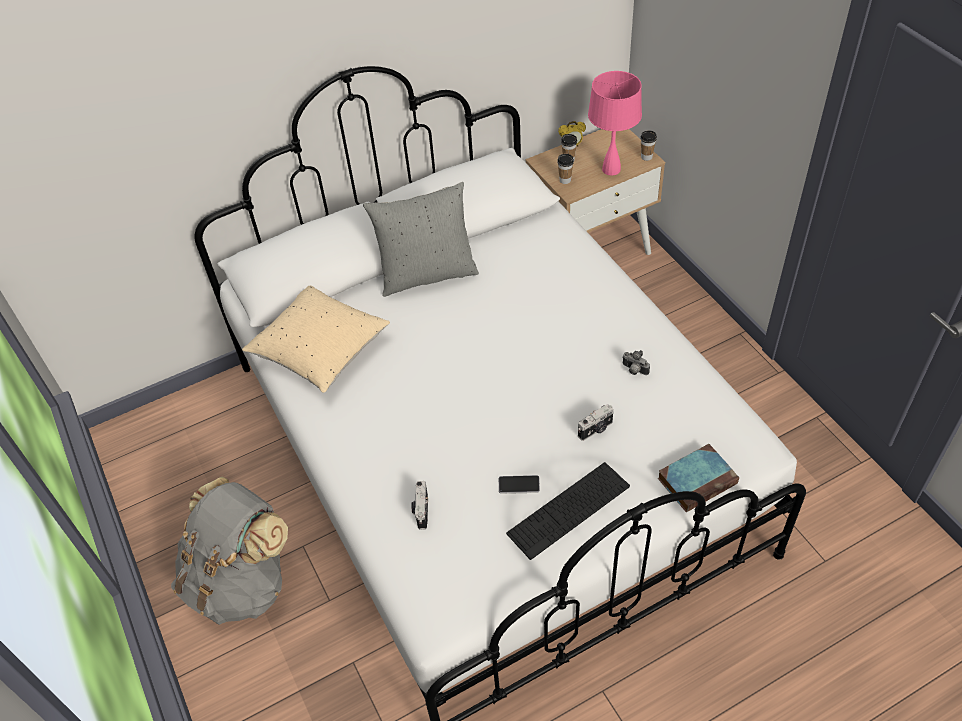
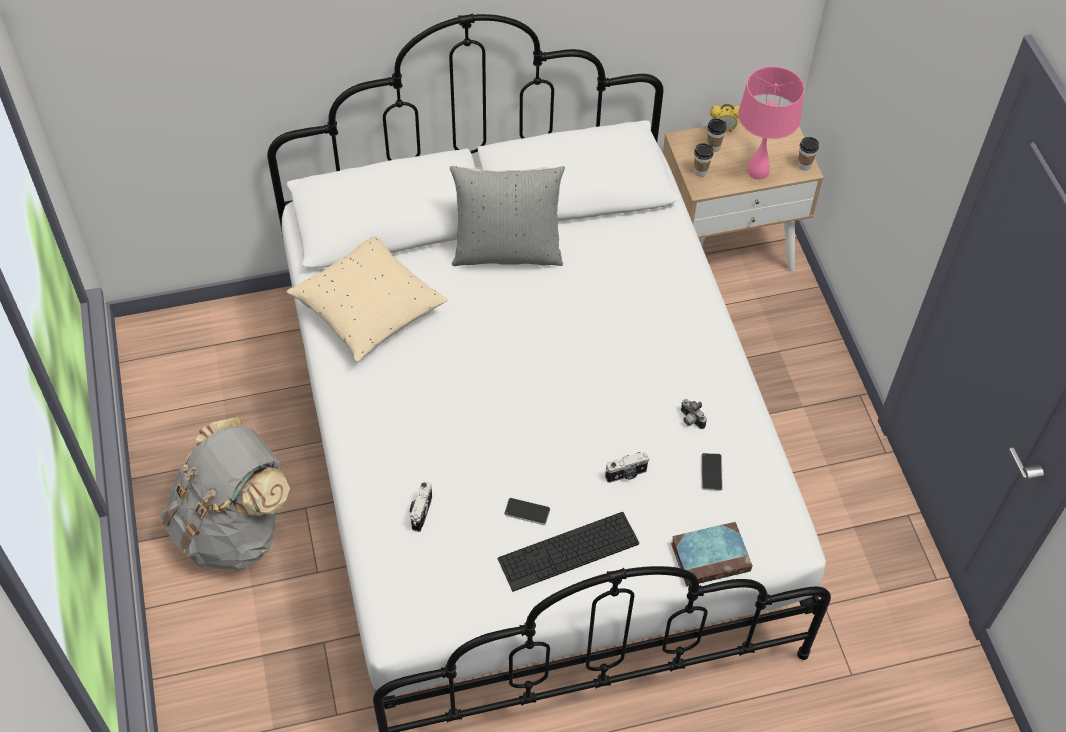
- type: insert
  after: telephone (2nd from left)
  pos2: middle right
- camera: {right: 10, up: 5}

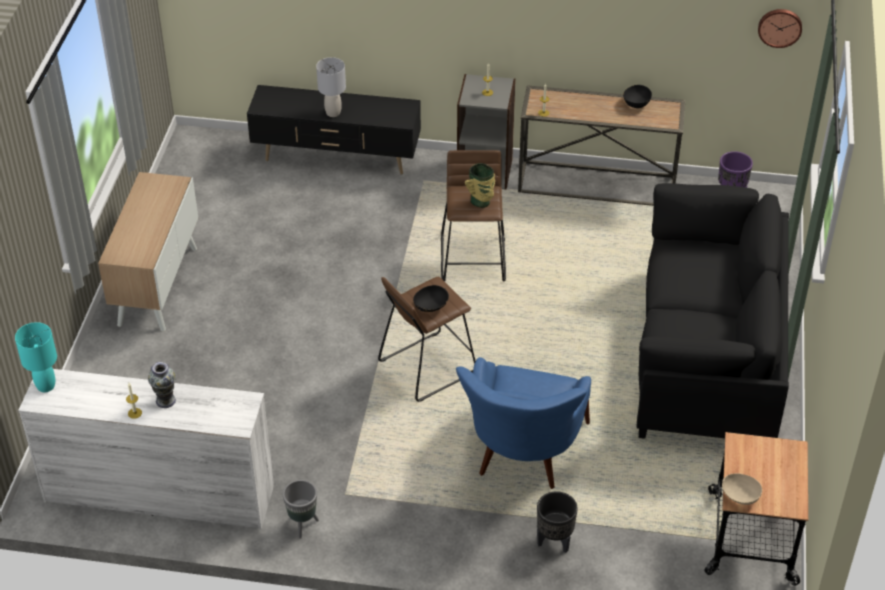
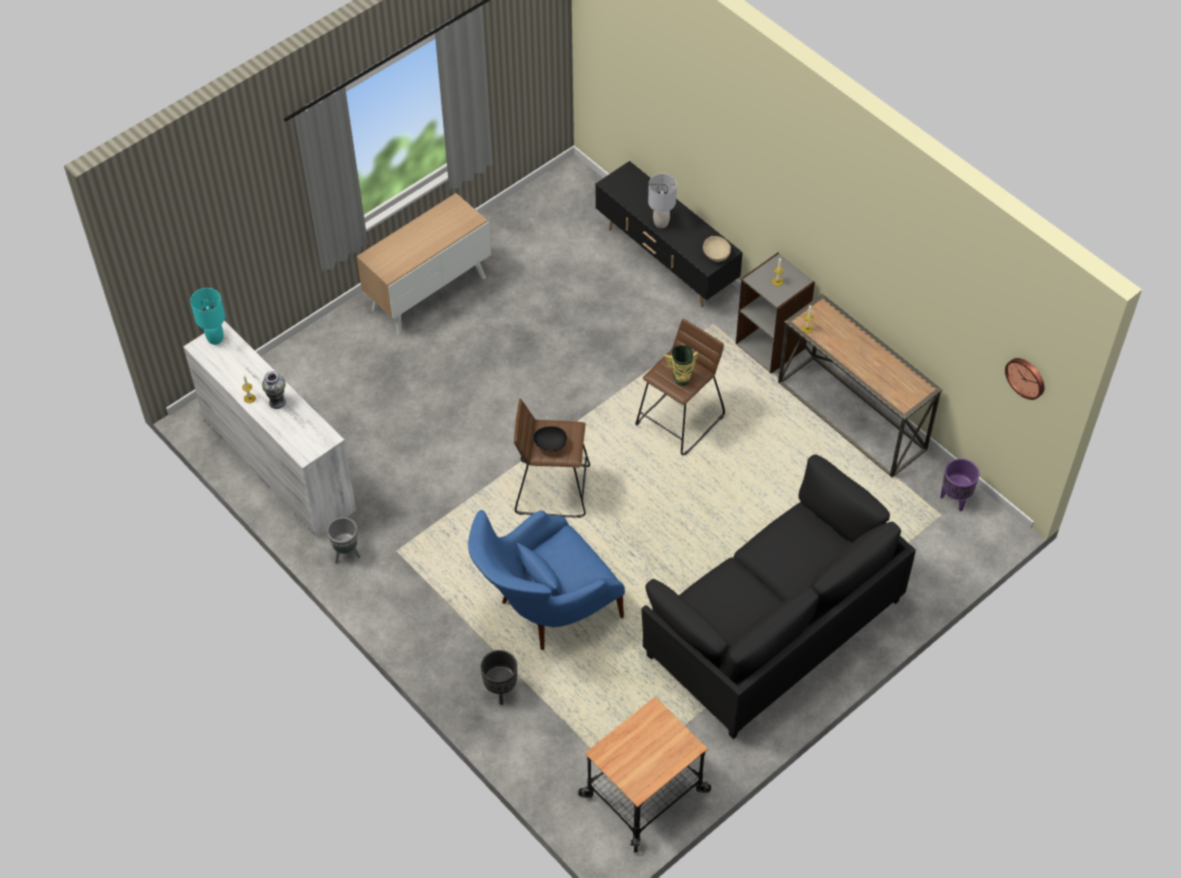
- type: move
  before: serving bowl (sand-coloured)
  pos1: bottom right
  pos2: top centre
- type: delete
  before: serving bowl (black-coloured) (2nd from left)
  pos1: top right
- camera: {right: 40, up: 10}

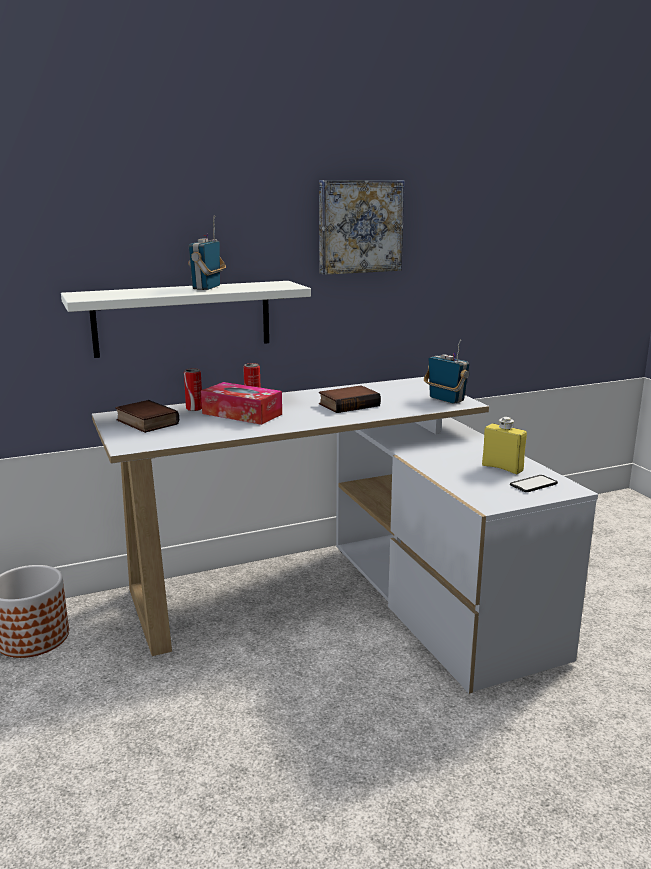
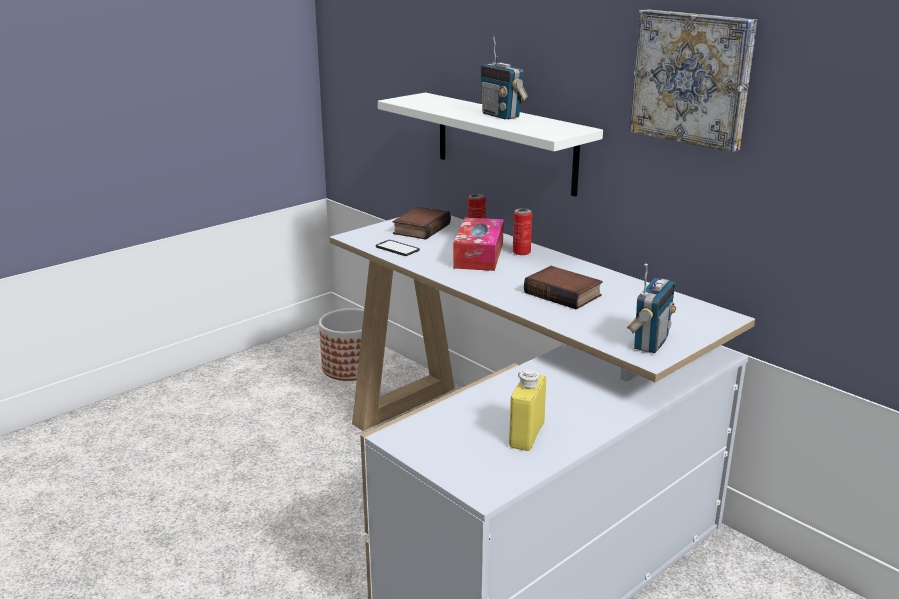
- type: move
  before: telephone
  pos1: middle right
  pos2: centre
- type: rotate
  before: radio receiver (1st from left)
  pos1: top left
  pos2: top centre
  turn: -120
- camera: {right: 70, up: 5}

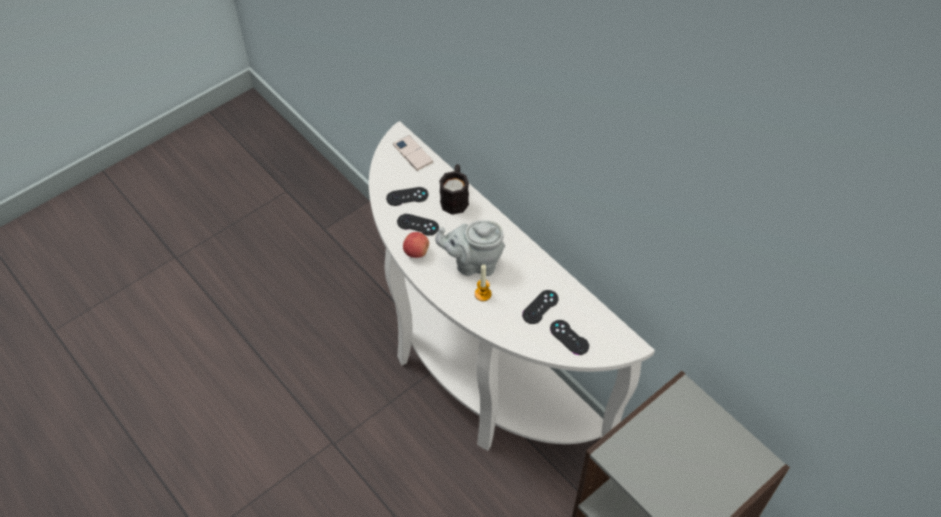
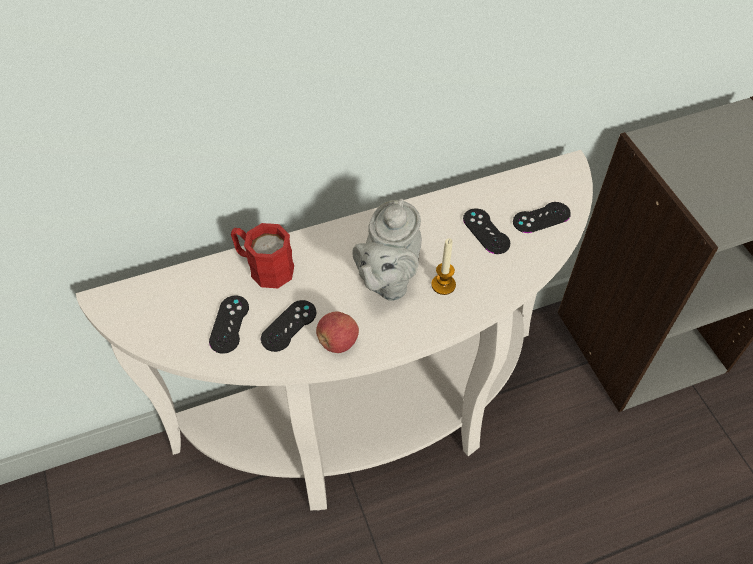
- type: recolor
  before: tea mug (black-coloured)
  after: tea mug (red)
  pos1: centre
  pos2: centre
- type: delete
  before: telephone
  pos1: top centre
- camera: {right: -70, up: 0}

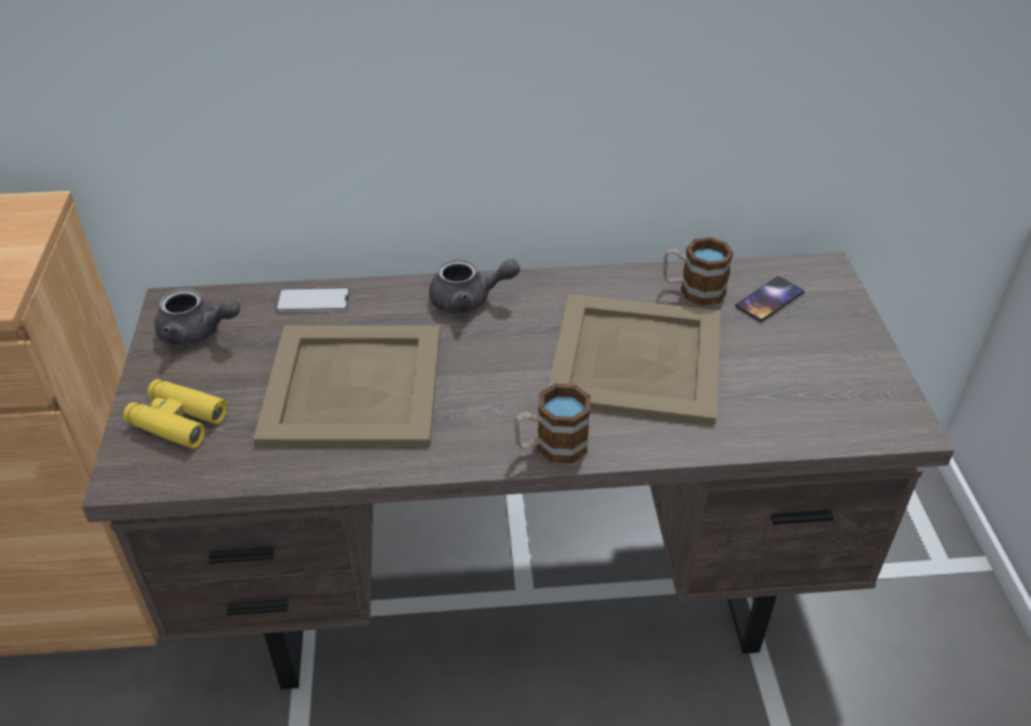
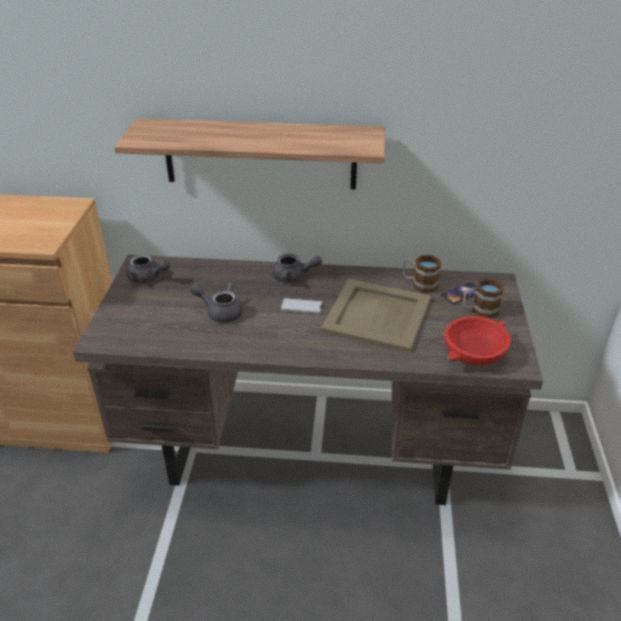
- type: insert
  after: bracket shelf
  pos2: top centre
- type: replace
  before: tray (sand-coloured) (1st from left)
  after: teapot (greyish) (2nd from left)
  pos1: centre
  pos2: centre
- type: move
  before: telephone (1st from left)
  pos1: middle left
  pos2: centre
- type: insert
  after: serving bowl (red)
  pos2: middle right
- type: move
  before: tea mug (1st from left in the first image)
  after: tea mug (2nd from left)
  pos1: centre
  pos2: middle right
- type: delete
  before: pair of binoculars (yellowish)
  pos1: middle left
- camera: {right: 10, up: -5}

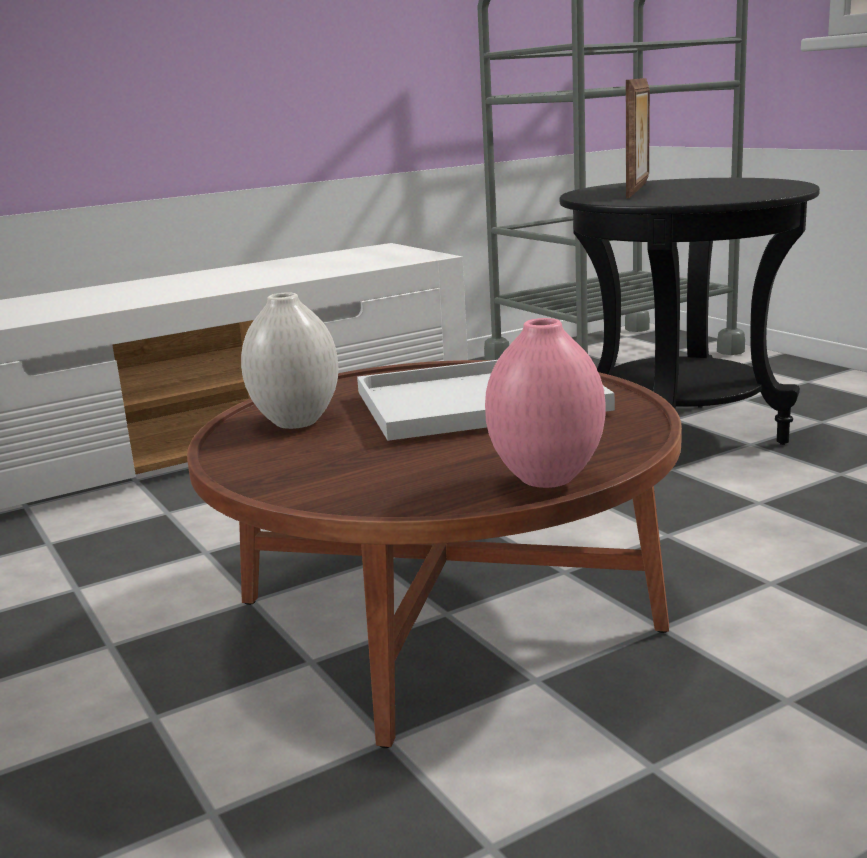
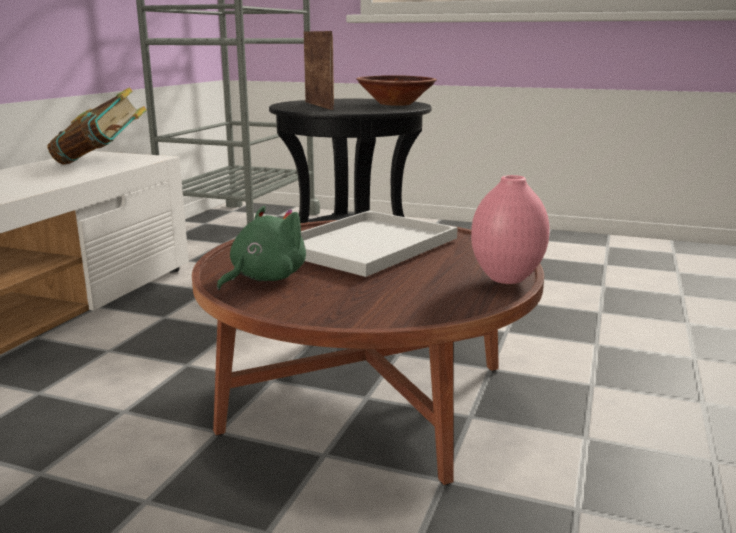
- type: insert
  after: book
  pos2: top left
- type: replace
  before: flower vase (white)
  after: plush toy (green-coloured)
  pos1: centre
  pos2: centre
- type: insert
  after: serving bowl (brownish)
  pos2: top centre
- camera: {right: -40, up: 0}

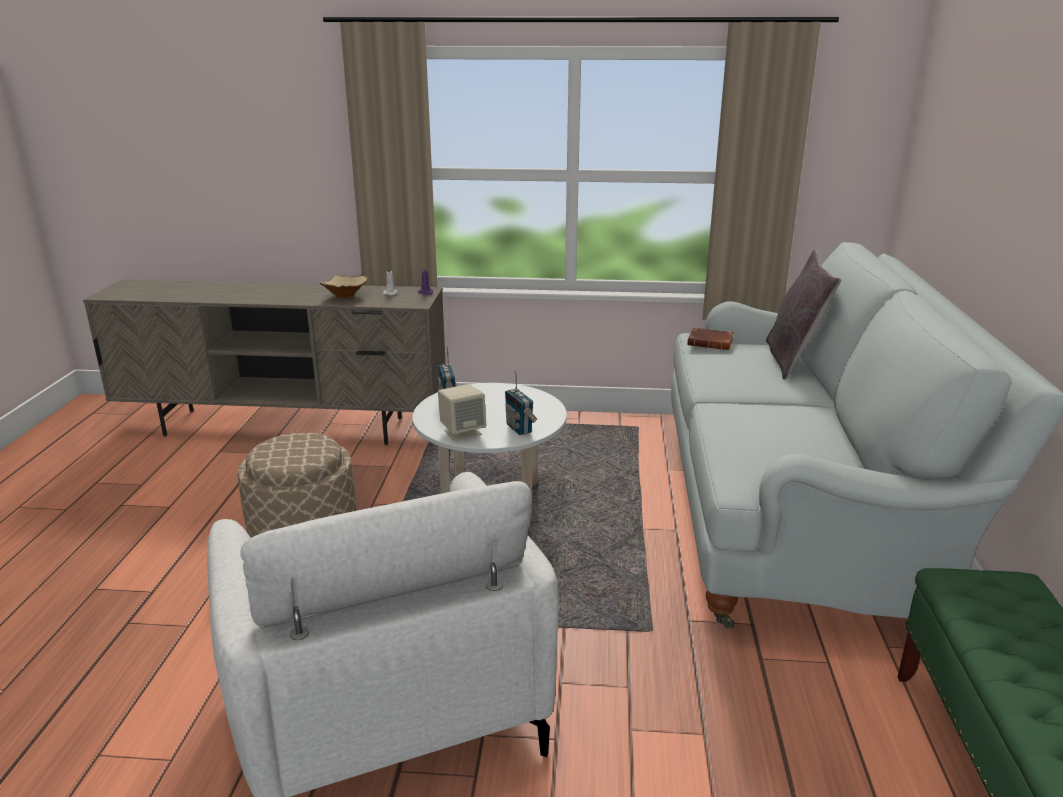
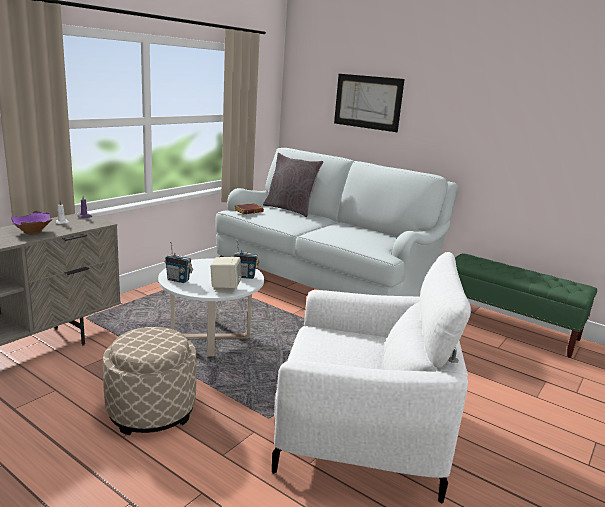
- type: recolor
  before: serving bowl (sand-coloured)
  after: serving bowl (purplish)
  pos1: middle left
  pos2: middle left
- type: insert
  after: wall art
  pos2: top centre
- camera: {right: -60, up: -5}

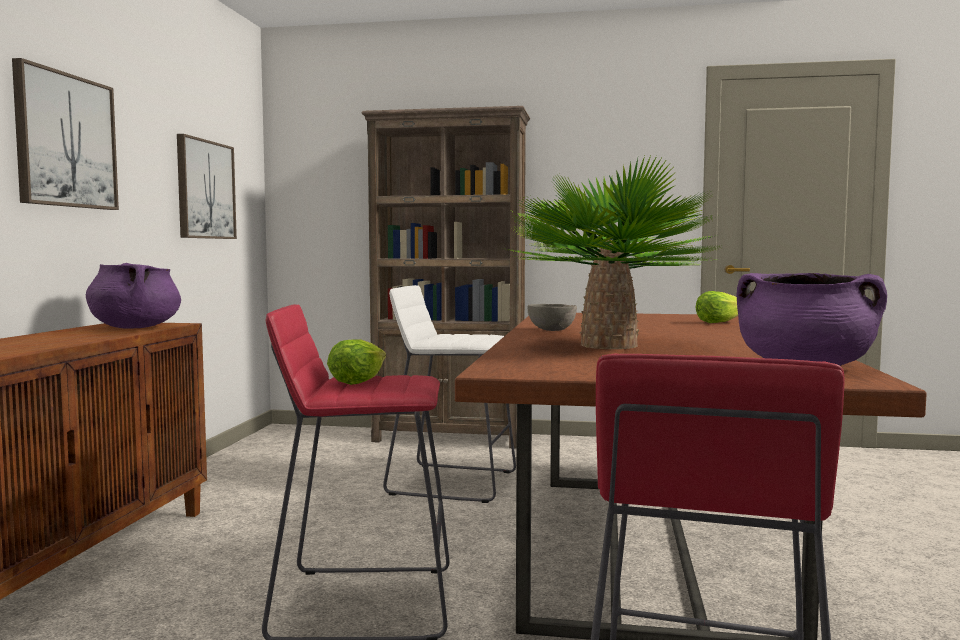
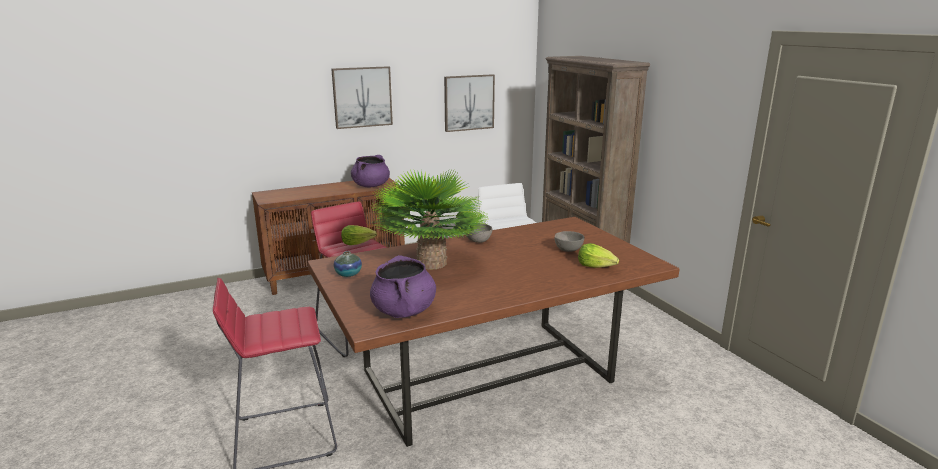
- type: insert
  after: flower vase
  pos2: centre
- type: insert
  after: serving bowl (greyish) (2nd from left)
  pos2: centre
- camera: {right: 55, up: 15}

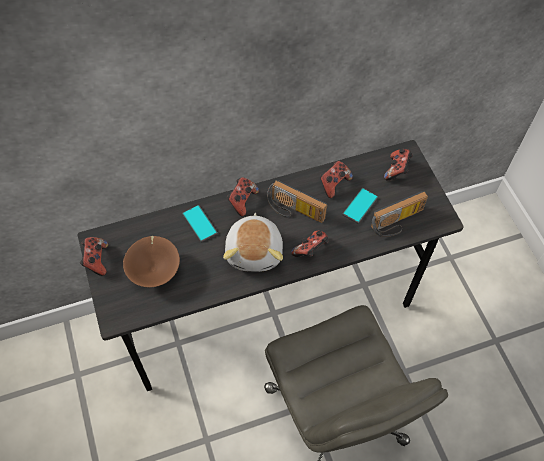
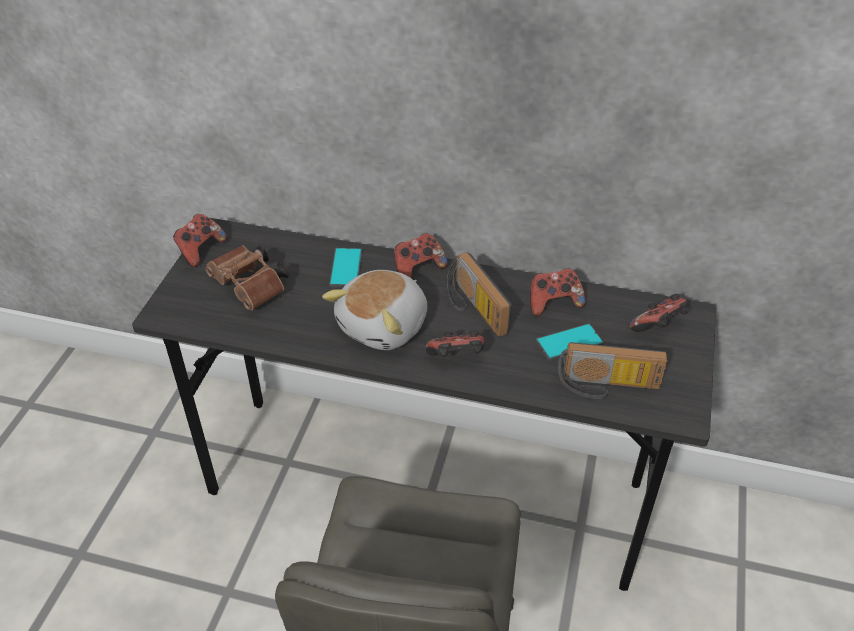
- type: replace
  before: serving bowl (brownish)
  after: pair of binoculars (brownish)
  pos1: middle left
  pos2: middle left
- camera: {right: 35, up: -15}

